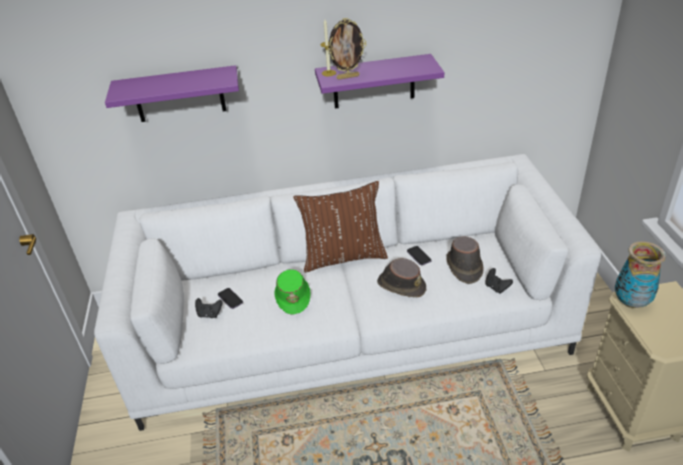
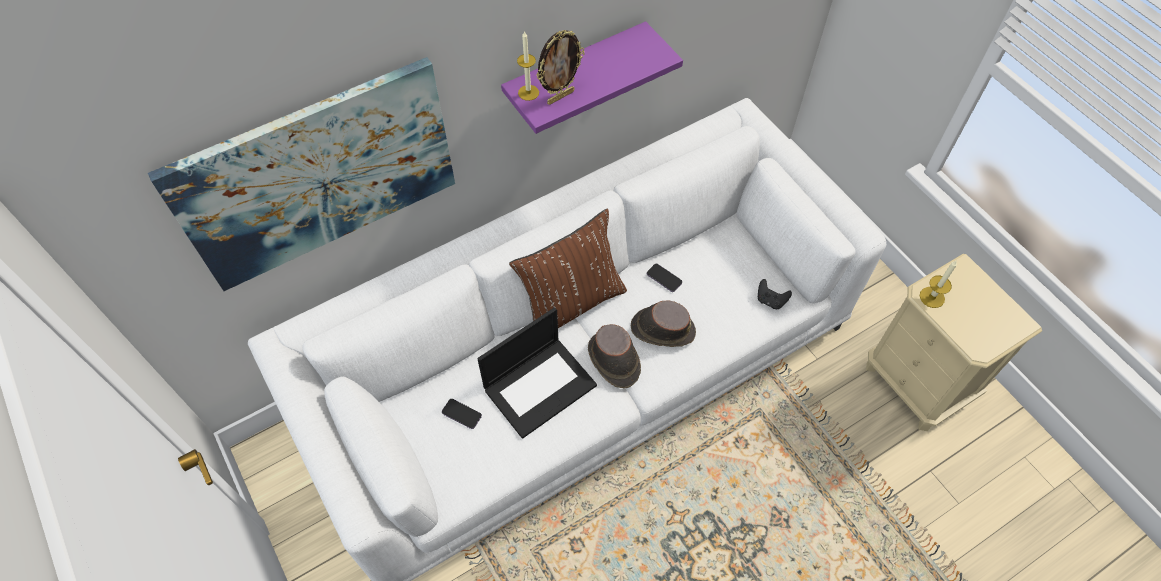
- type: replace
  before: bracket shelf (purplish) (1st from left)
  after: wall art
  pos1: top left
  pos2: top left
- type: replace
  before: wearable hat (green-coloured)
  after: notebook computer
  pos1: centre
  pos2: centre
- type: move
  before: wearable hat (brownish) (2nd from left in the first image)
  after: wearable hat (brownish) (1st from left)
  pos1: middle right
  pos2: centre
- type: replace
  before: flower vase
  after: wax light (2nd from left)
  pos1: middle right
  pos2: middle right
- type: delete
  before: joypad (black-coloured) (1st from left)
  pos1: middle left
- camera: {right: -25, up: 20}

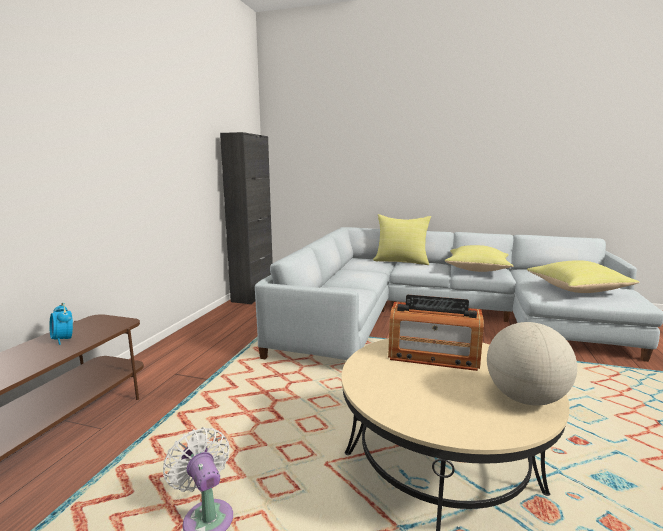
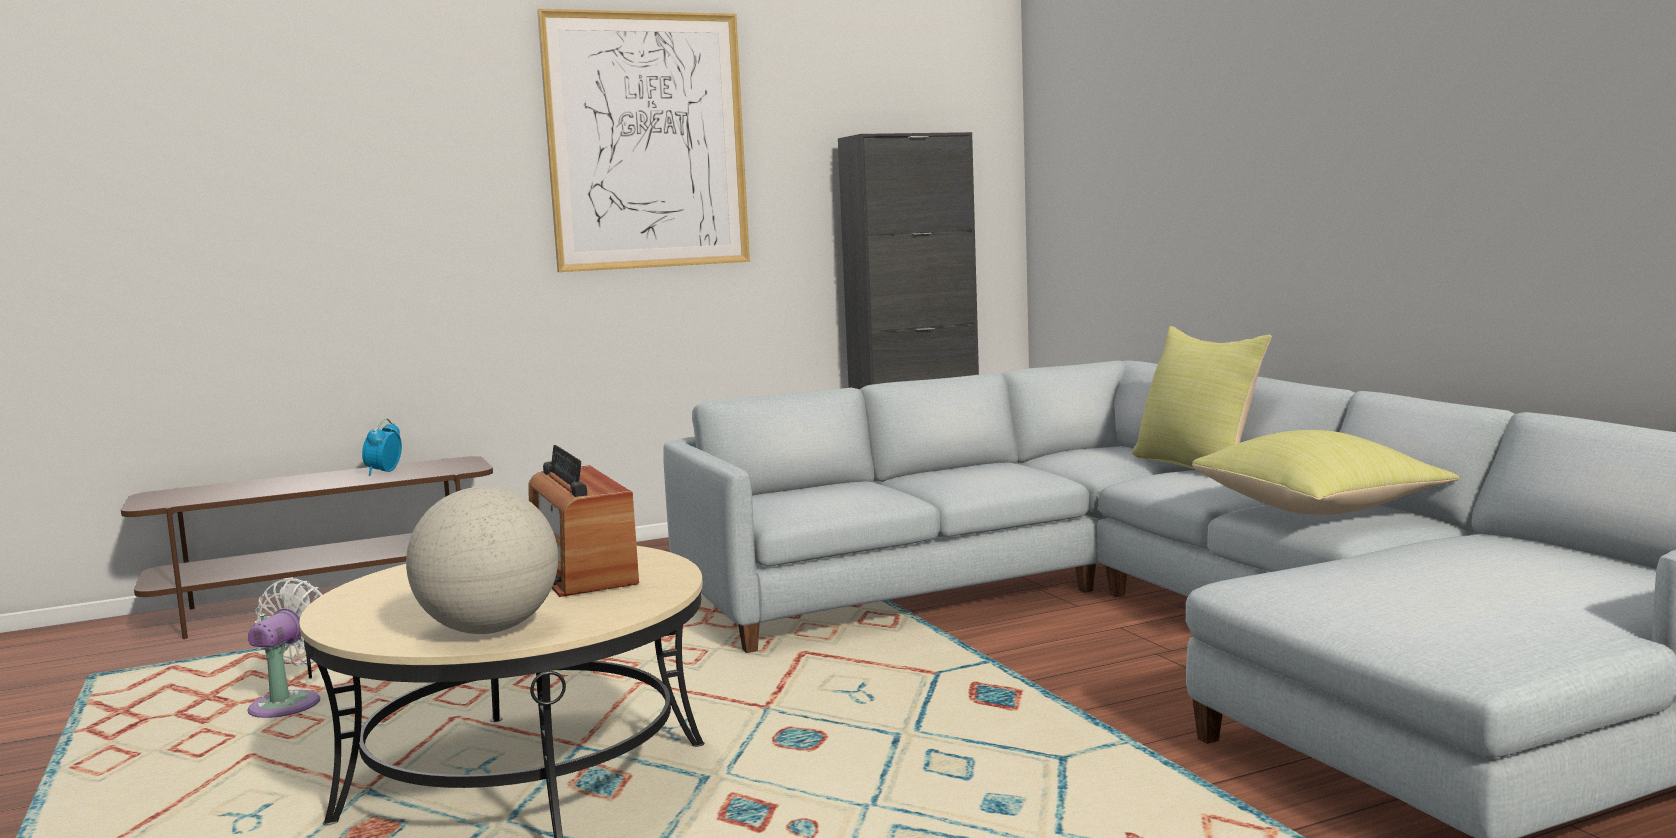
- type: insert
  after: wall art
  pos2: top centre
- type: delete
  before: throw pillow (yellowish) (3rd from left)
  pos1: middle right
- camera: {right: 50, up: -5}

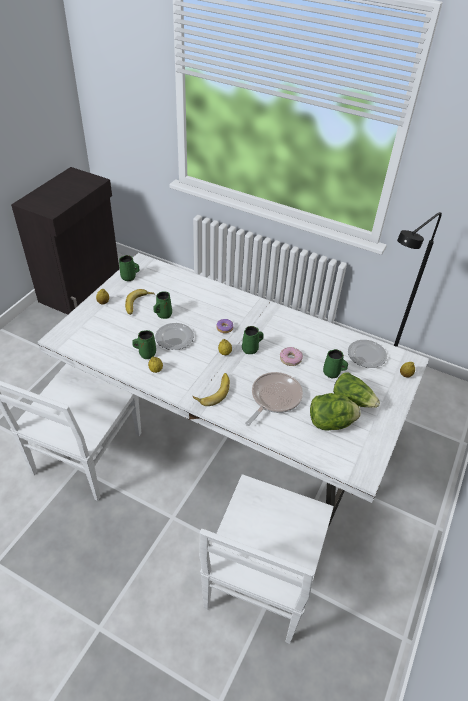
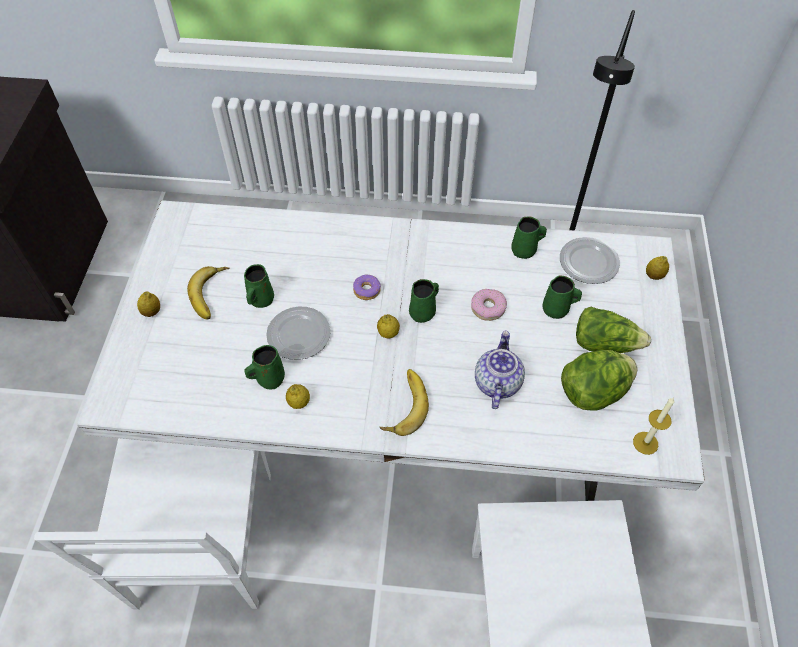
- type: replace
  before: skillet
  after: teapot
  pos1: centre
  pos2: centre
- type: move
  before: tea mug (green-coloured) (1st from left in the first image)
  after: tea mug (green-coloured) (4th from left)
  pos1: middle left
  pos2: centre
- type: insert
  after: wax light
  pos2: middle right
- camera: {right: -20, up: 10}

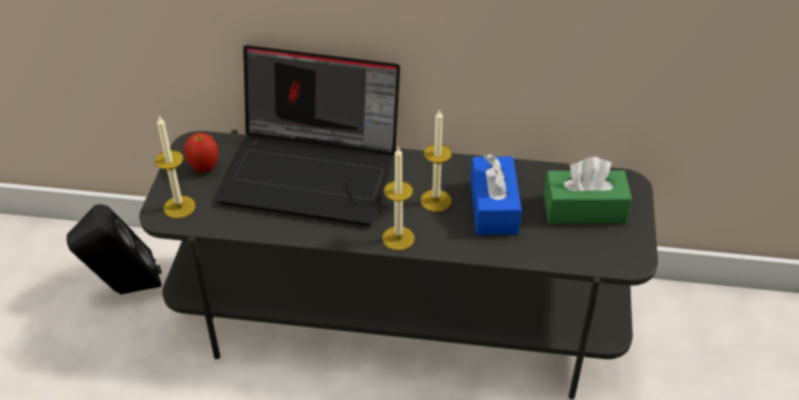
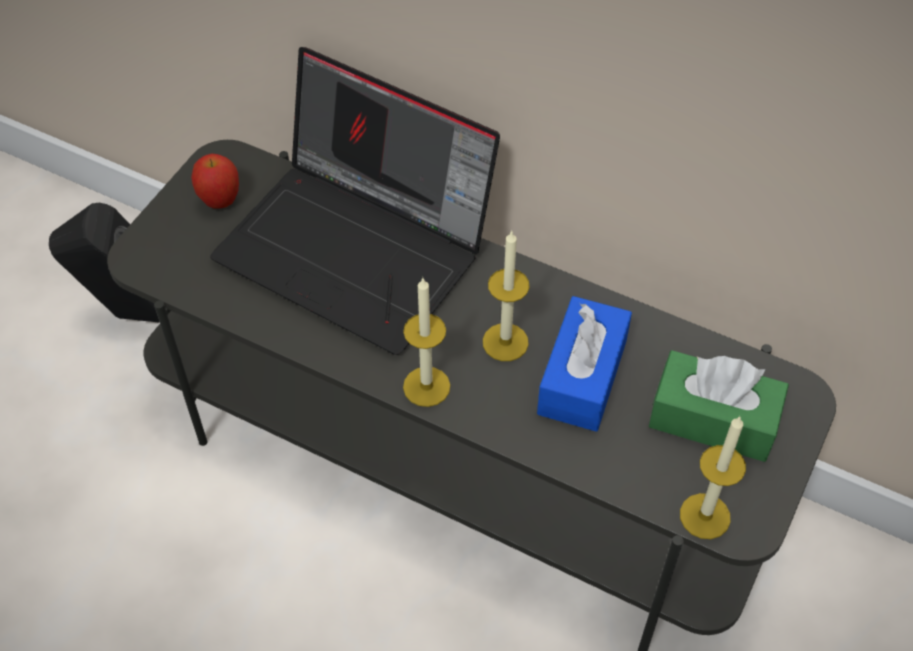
- type: move
  before: wax light (1st from left in the first image)
  after: wax light (3rd from left)
  pos1: middle left
  pos2: bottom right
- camera: {right: 20, up: 10}

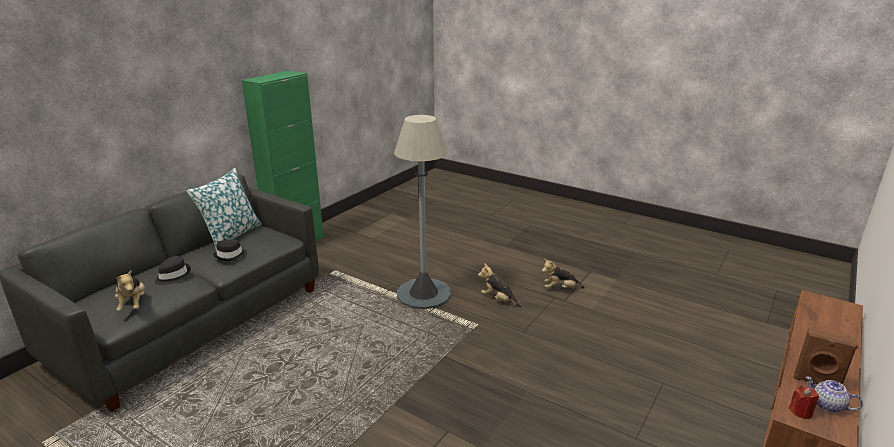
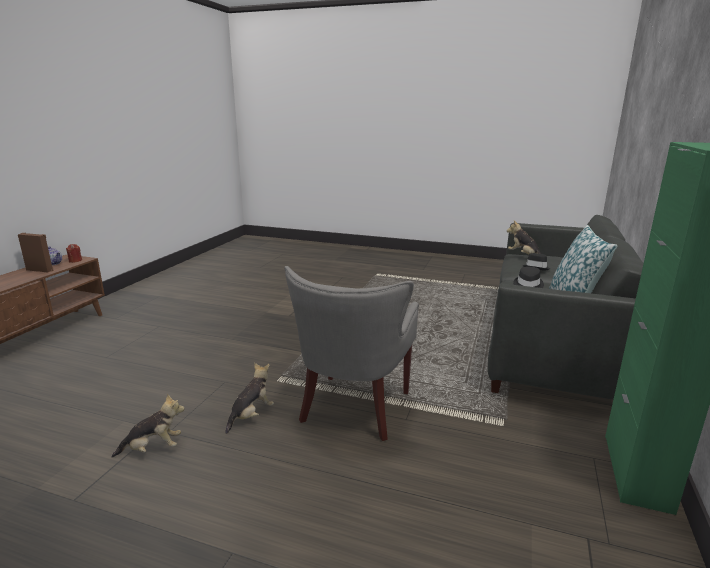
- type: rotate
  before: plush toy (2nd from left)
  pos1: centre
  pos2: bottom centre
  turn: -75
- type: replace
  before: standing lamp (greyish)
  after: armchair (greyish)
  pos1: centre
  pos2: centre
- camera: {right: 165, up: -5}

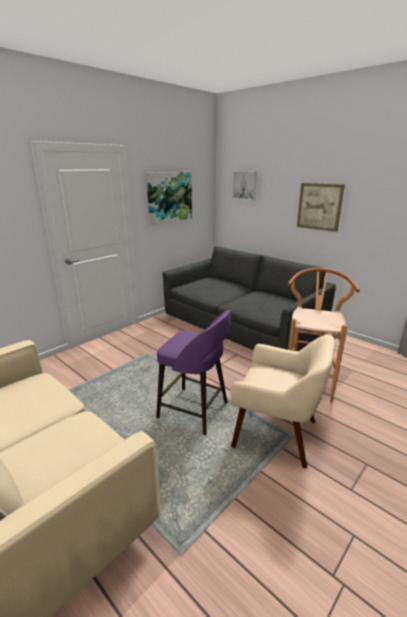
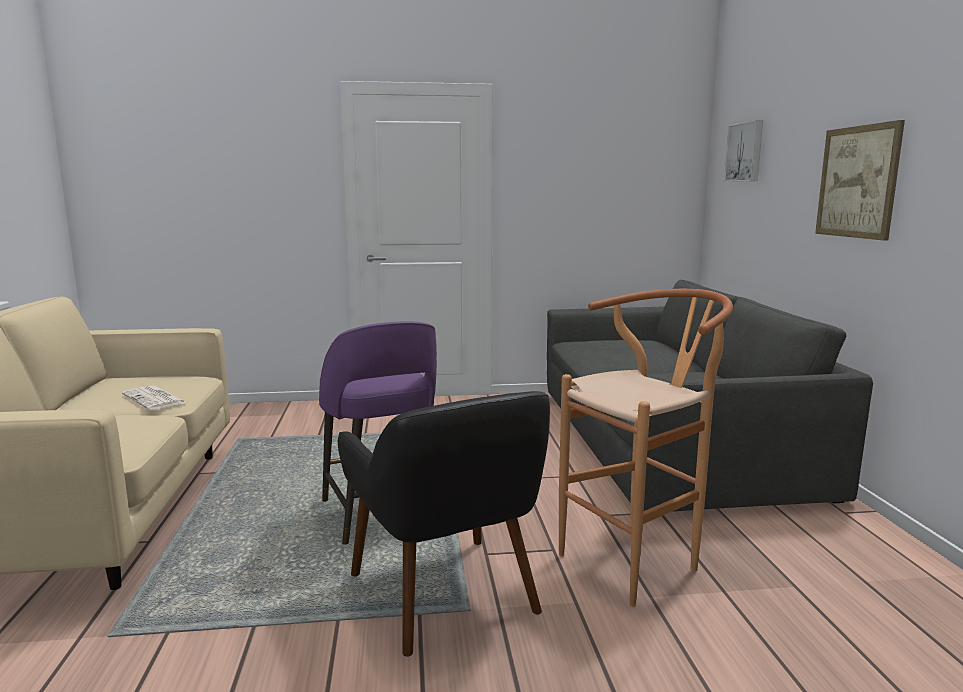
- type: insert
  after: newspaper
  pos2: middle left
- type: recolor
  before: armchair (sand-coloured)
  after: armchair (black-coloured)
  pos1: middle right
  pos2: bottom centre
- type: delete
  before: wall art (1st from left)
  pos1: top centre
- camera: {right: 40, up: -10}

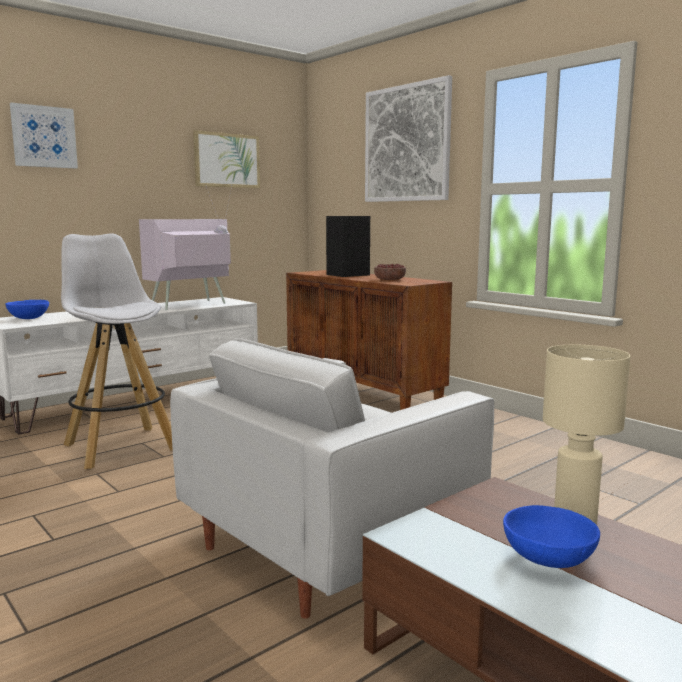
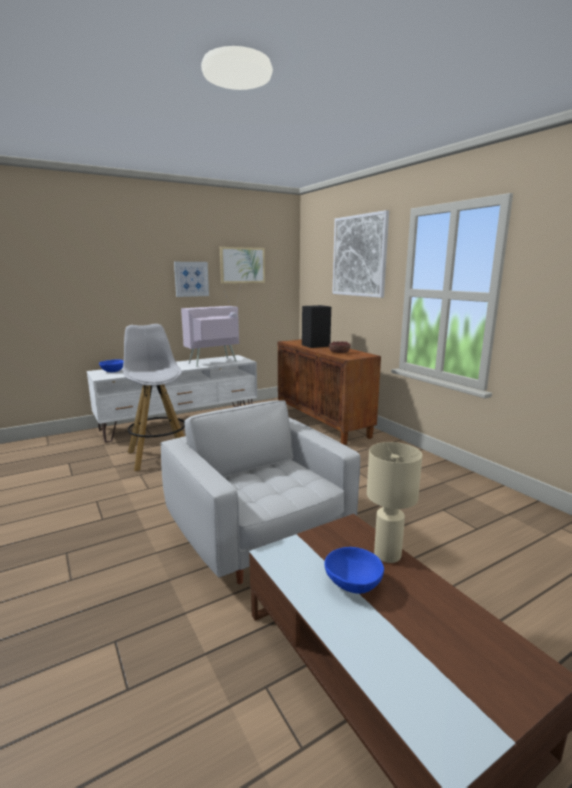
- type: rotate
  before: armchair (white)
  pos1: bottom centre
  pos2: centre
  turn: 90
- type: move
  before: wall art (1st from left)
  pos1: top left
  pos2: centre
- camera: {right: 10, up: 5}

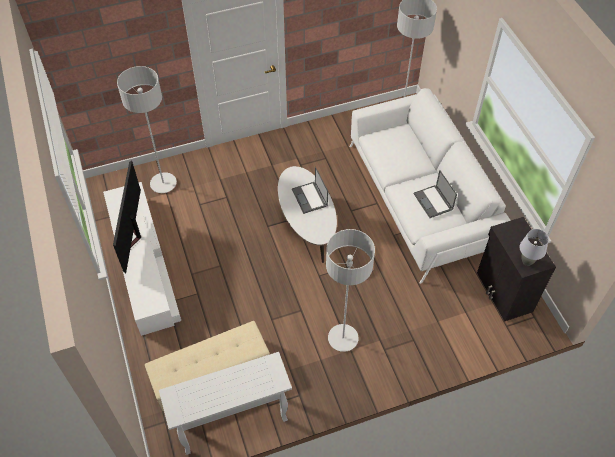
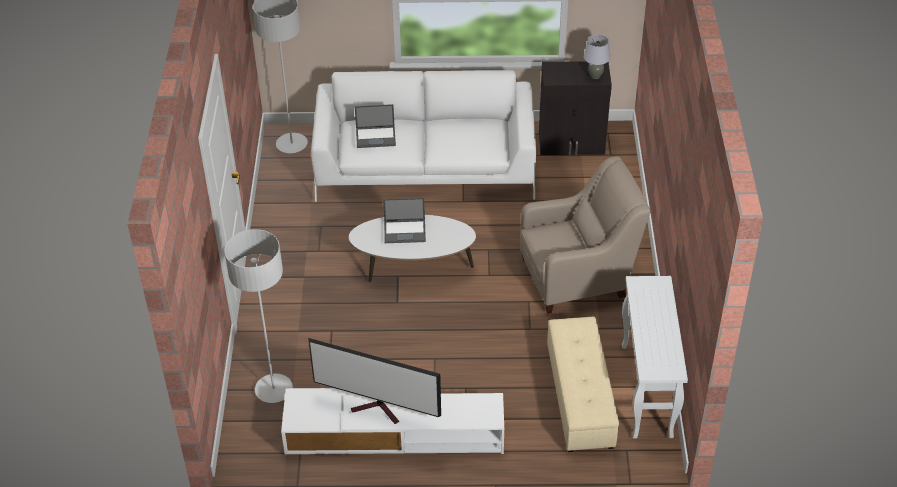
- type: move
  before: notebook computer (2nd from left in the first image)
  after: notebook computer (1st from left)
  pos1: middle right
  pos2: top centre
- type: replace
  before: standing lamp (greyish) (2nd from left)
  after: armchair (sand-coloured)
  pos1: centre
  pos2: centre
- camera: {right: -70, up: -10}

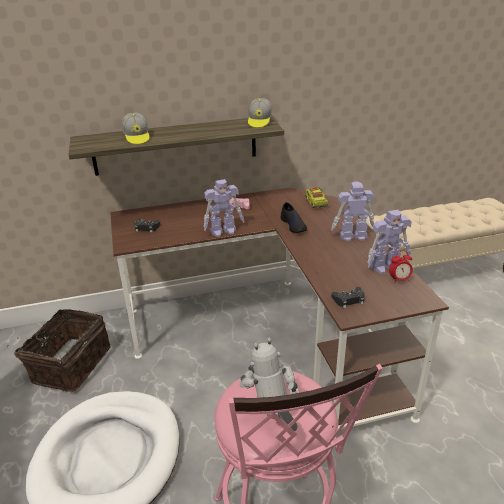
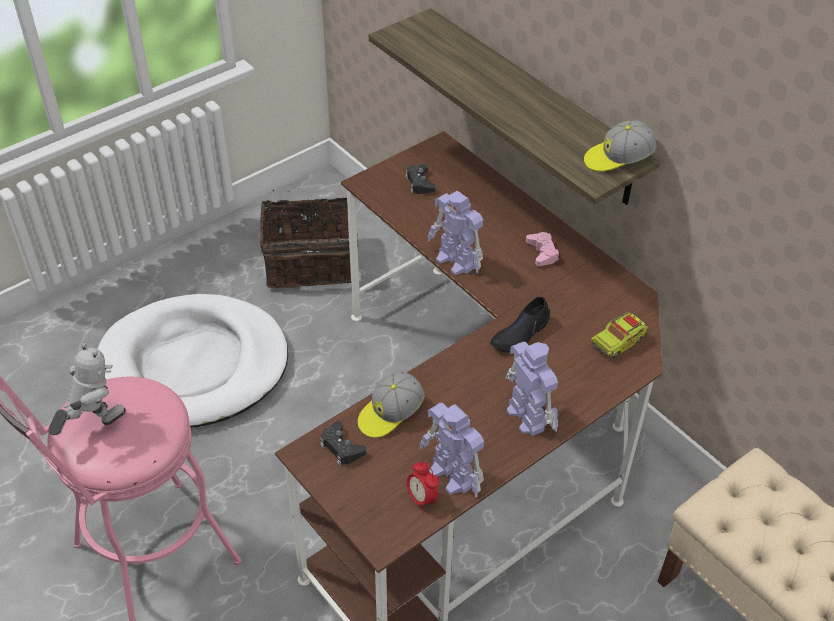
- type: move
  before: baseball cap (1st from left)
  pos1: top left
  pos2: centre
- camera: {right: 65, up: 15}

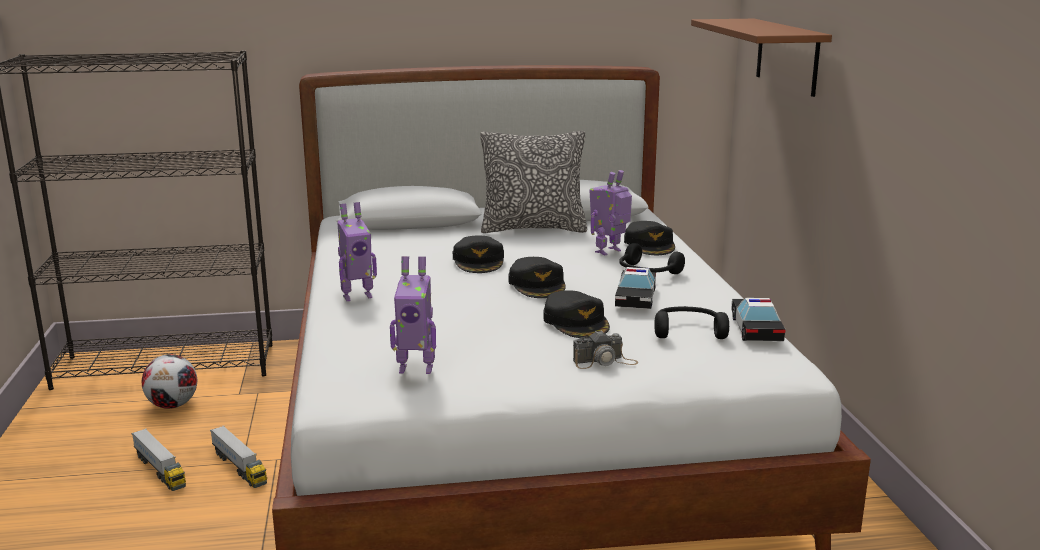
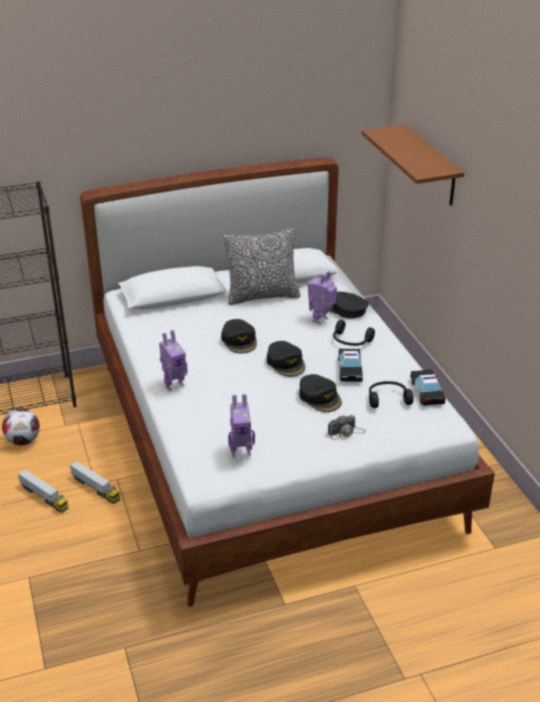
- type: rotate
  before: baseball cap (black-coloured) (4th from left)
  pos1: centre
  pos2: centre
  turn: 135
- camera: {right: -10, up: 15}

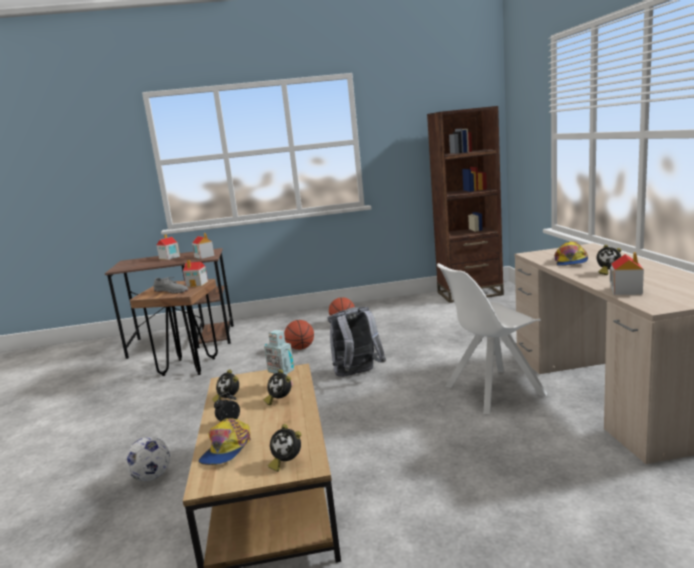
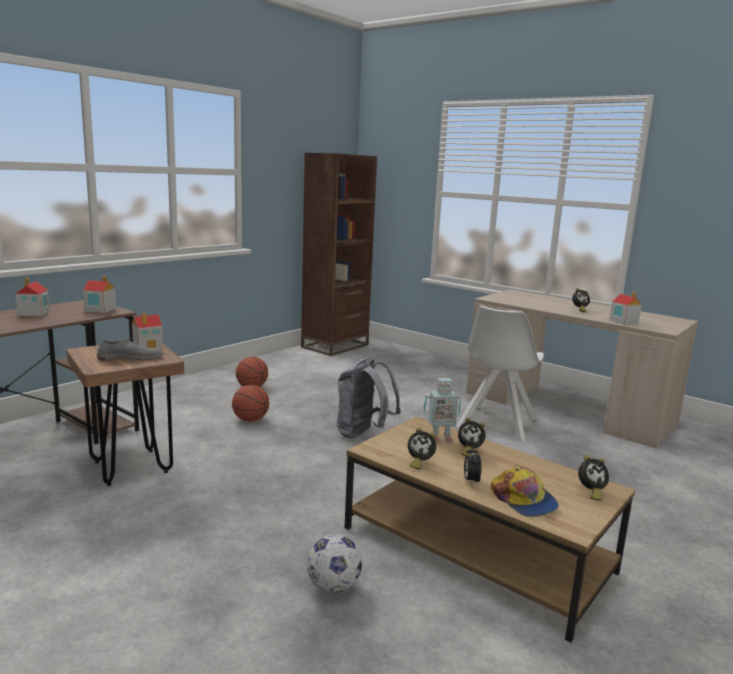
- type: delete
  before: baseball cap (2nd from left)
  pos1: middle right
- camera: {right: -45, up: 0}

